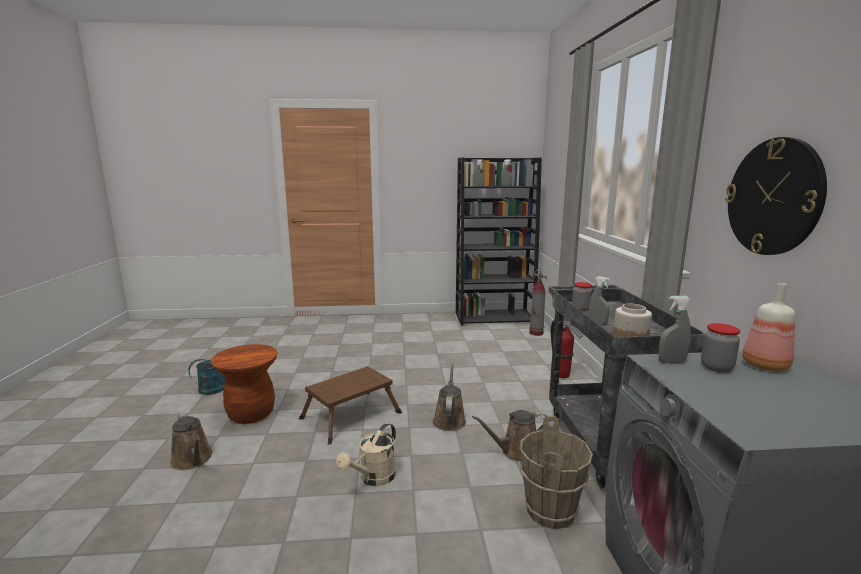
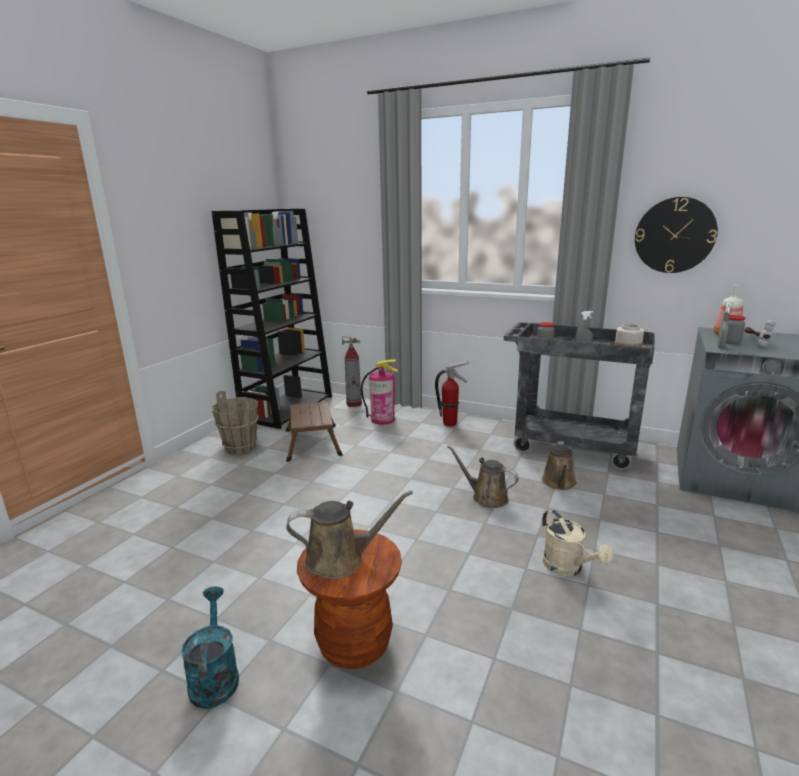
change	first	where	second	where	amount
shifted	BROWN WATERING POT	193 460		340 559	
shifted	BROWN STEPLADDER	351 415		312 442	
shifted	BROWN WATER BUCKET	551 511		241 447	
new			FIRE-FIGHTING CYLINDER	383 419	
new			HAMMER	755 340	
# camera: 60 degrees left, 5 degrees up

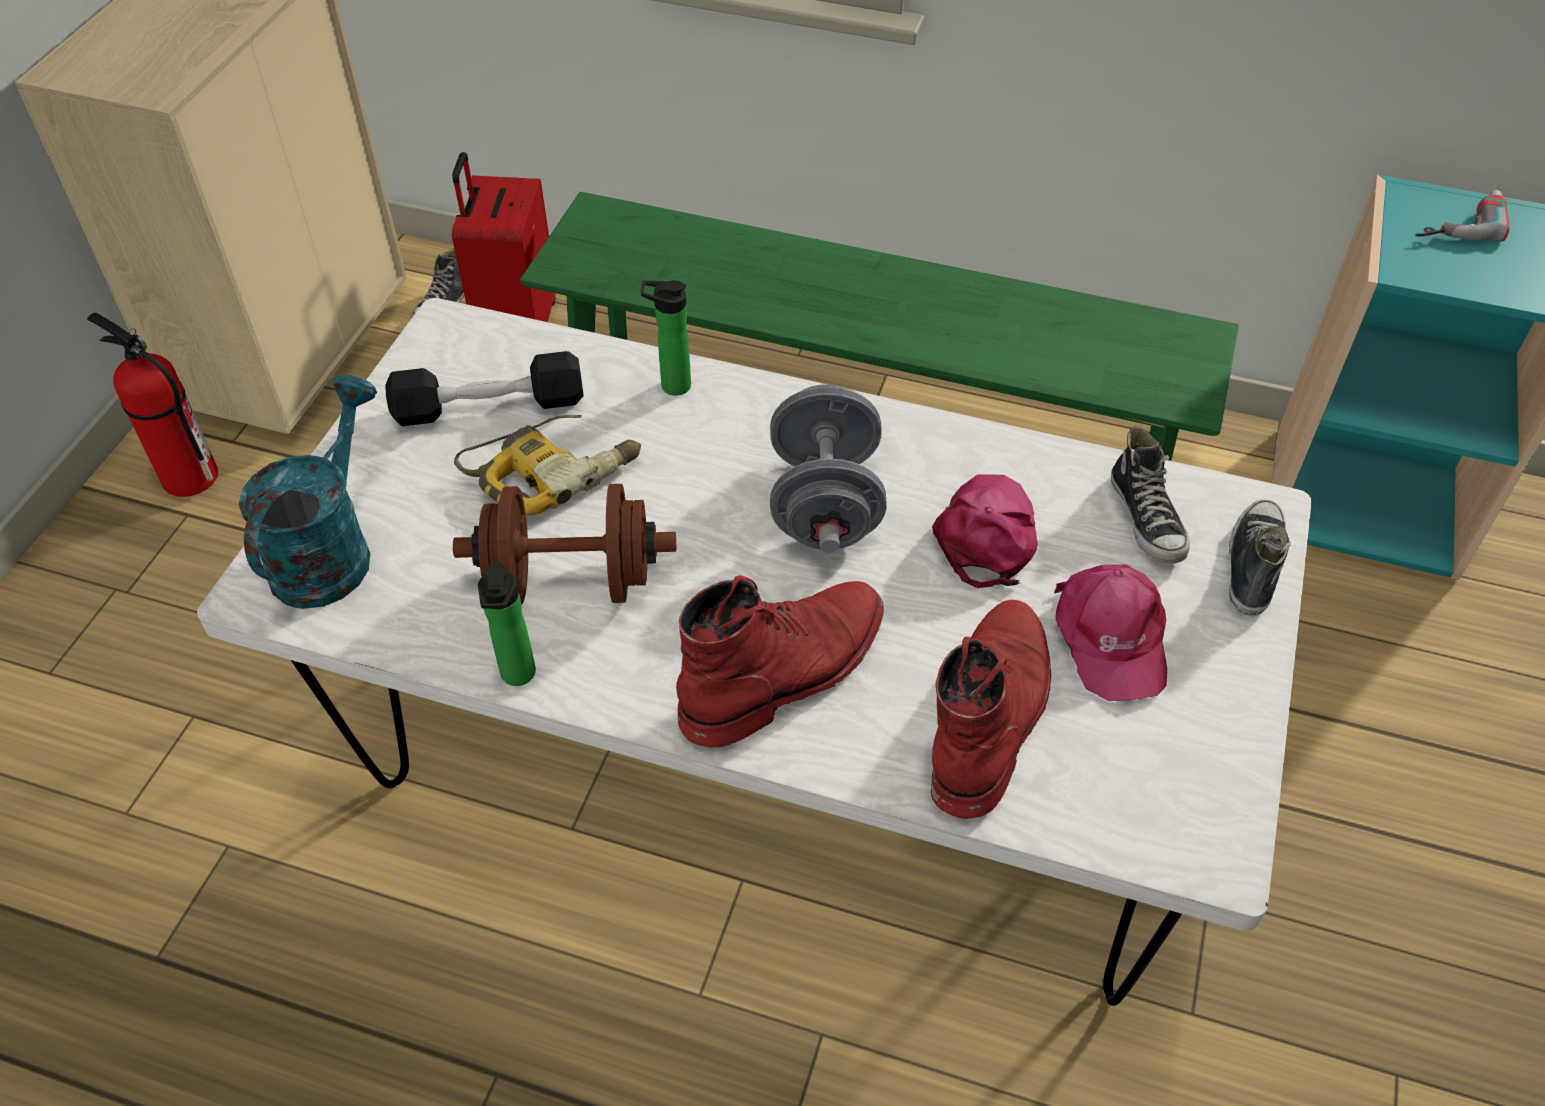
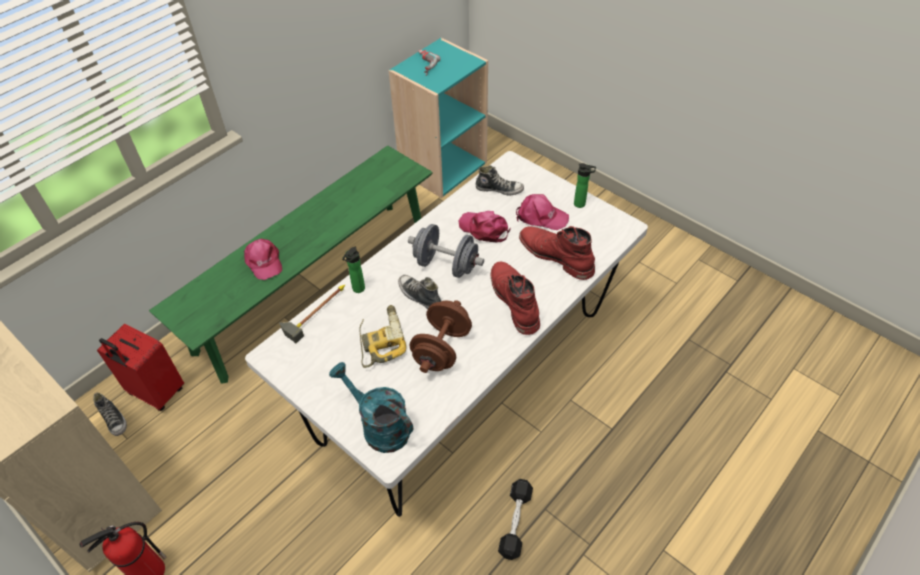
change	first	where	second	where	amount
shifted	BLACKISH DUMBBELL	489 406		515 522	
shifted	DRINK BOTTLE	517 677		581 204	
shifted	LOW SHOE	1252 564		419 296	
new			PINKISH BASEBALL CAP	263 262	
new			HAMMER	315 310	
# camera: 65 degrees left, 0 degrees up

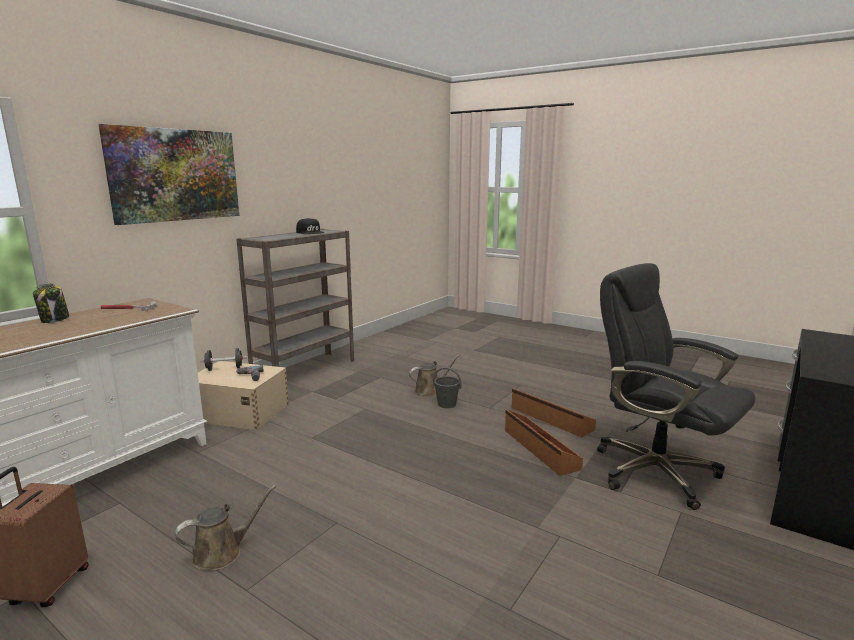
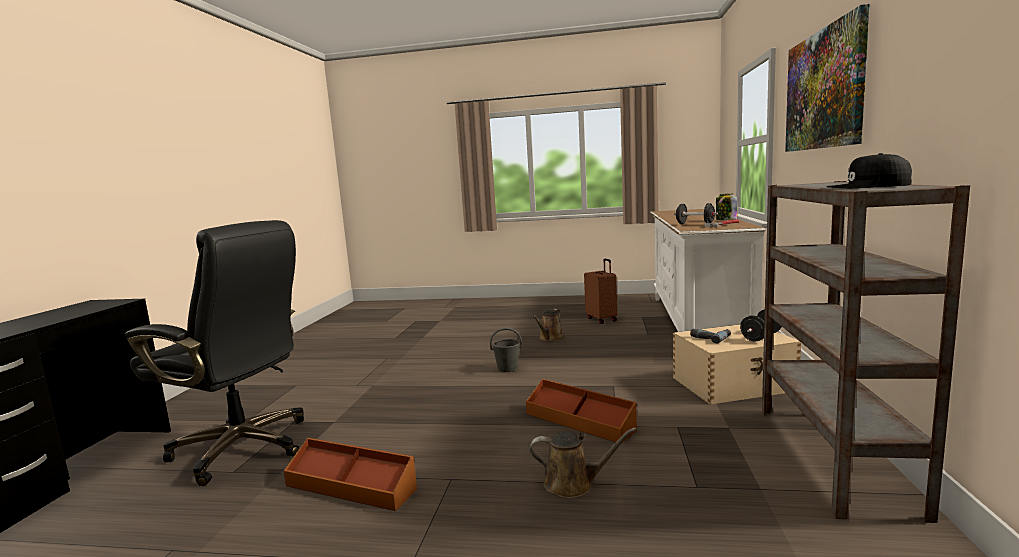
change	first	where	second	where	amount
rotated	BROWN WATERING POT	430 390		573 484	120 degrees counterclockwise
shifted	GREY WATER BUCKET	446 404		508 368	
shifted	BROWN STORAGE BIN	539 449		579 421	
new			BLACKISH DUMBBELL	695 224	
# camera: 155 degrees right, 5 degrees down

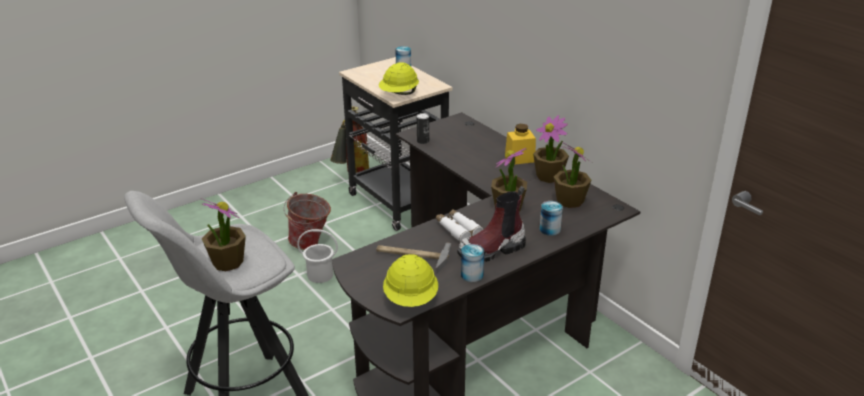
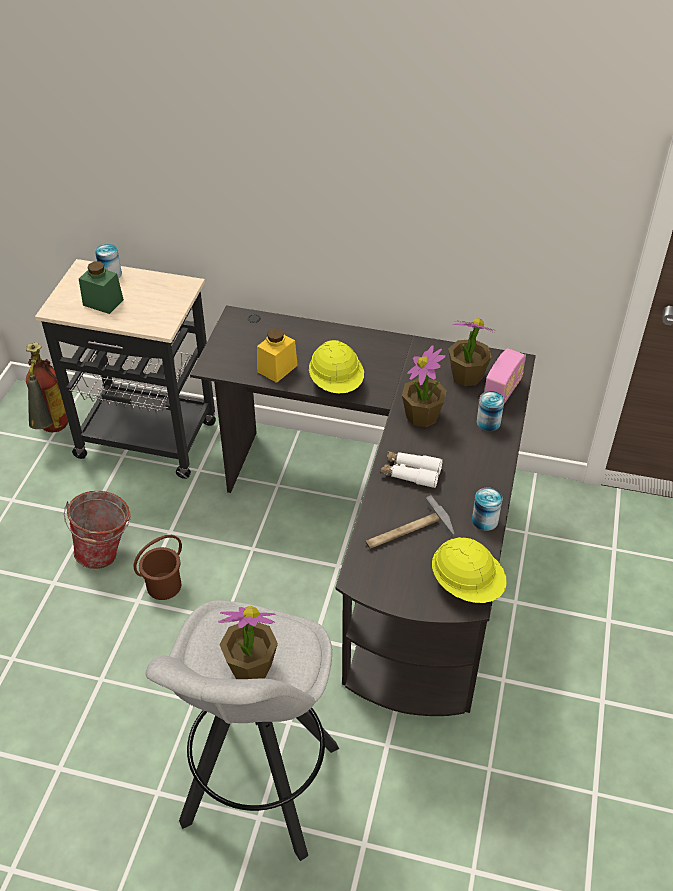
change	first	where	second	where	amount
repainted	WHITE-COLOURED WATER BUCKET	320 275	BROWN WATER BUCKET	164 586	
shifted	YELLOW-COLOURED WORK HELMET	399 94		336 383	
gone	METAL CAN	423 141			
gone	TALL BOOT	492 249			
shifted	YELLOW-COLOURED PRESERVE JAR	520 158		277 368	
gone	POTTED PLANT	549 176			
new			GREENISH PRESERVE JAR	103 302	
new			RADIO RECEIVER	502 391	
# camera: 40 degrees left, 15 degrees up

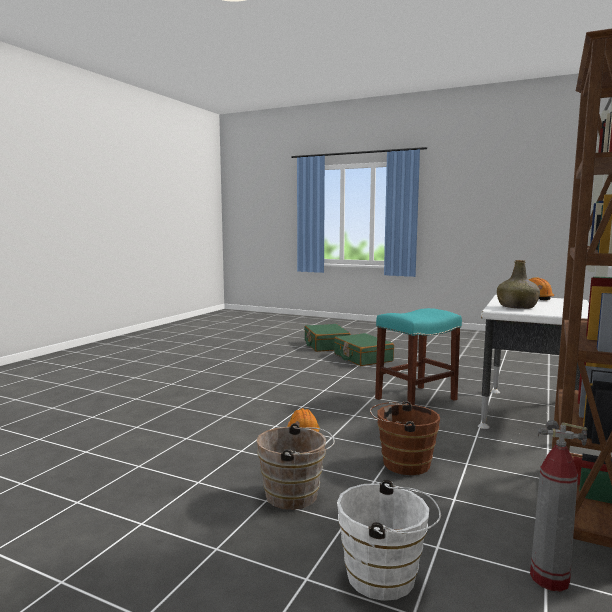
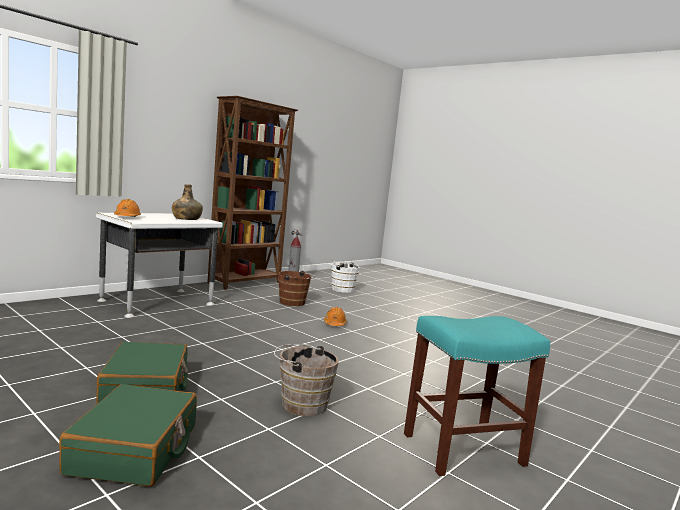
change	first	where	second	where	amount
shifted	BROWN WATER BUCKET	296 496		301 404	
shifted	TURQUOISE STOOL SEAT	416 399		462 450	
# camera: 165 degrees left, 0 degrees up

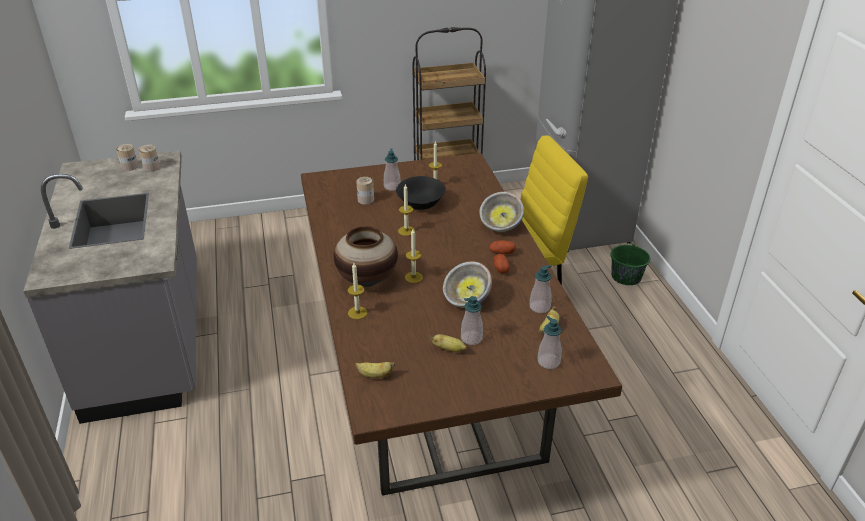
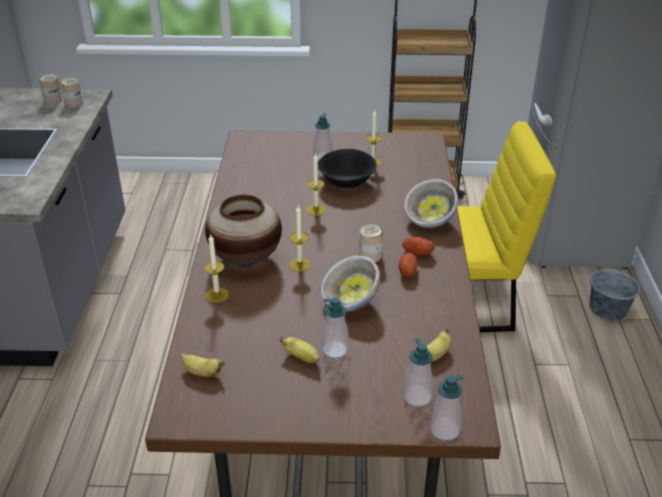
change	first	where	second	where	amount
shifted	METAL CAN	365 200		370 255	
shifted	SOAP DISPENSER	539 307		444 430	
repainted	GREENISH WATER BUCKET	626 277	GREY WATER BUCKET	607 309	
# camera: 15 degrees right, 0 degrees up

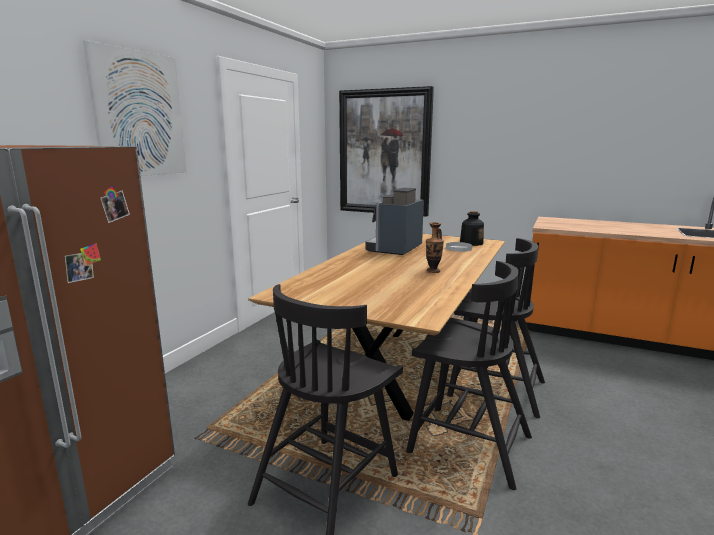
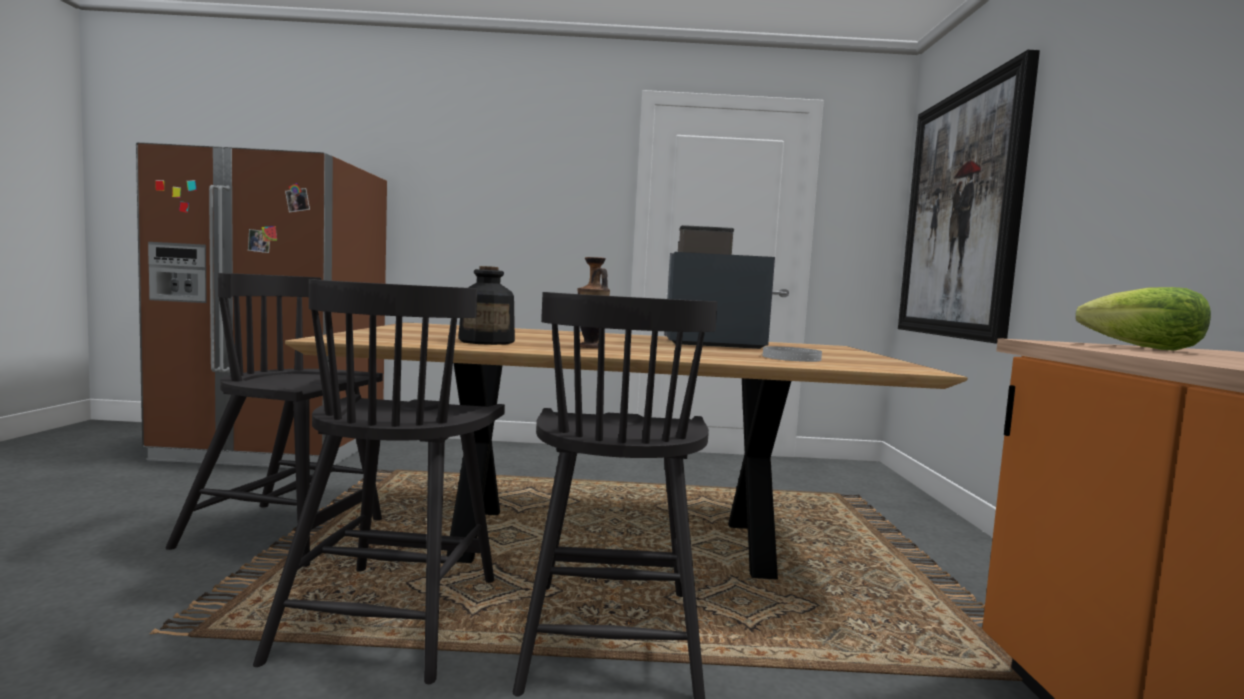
change	first	where	second	where	amount
gone	WALL ART	140 114			
shifted	DRINK BOTTLE	471 243		487 342	
new			HEAD OF LETTUCE	1142 348	
# camera: 65 degrees right, 10 degrees down

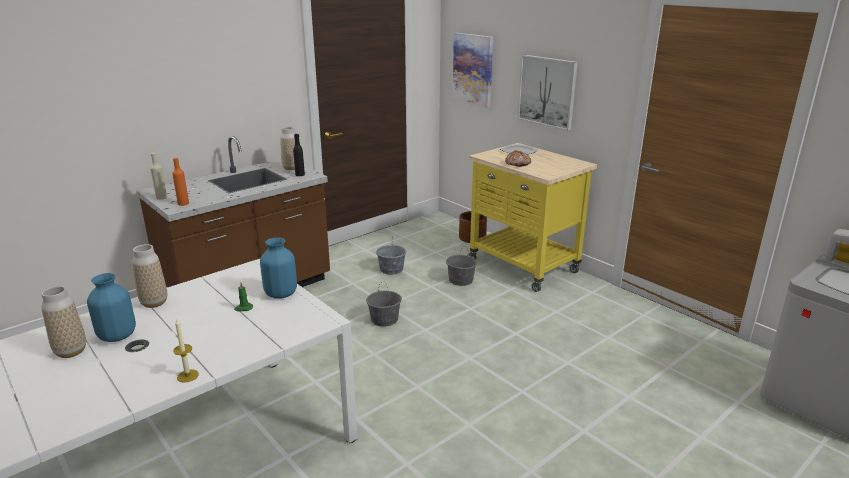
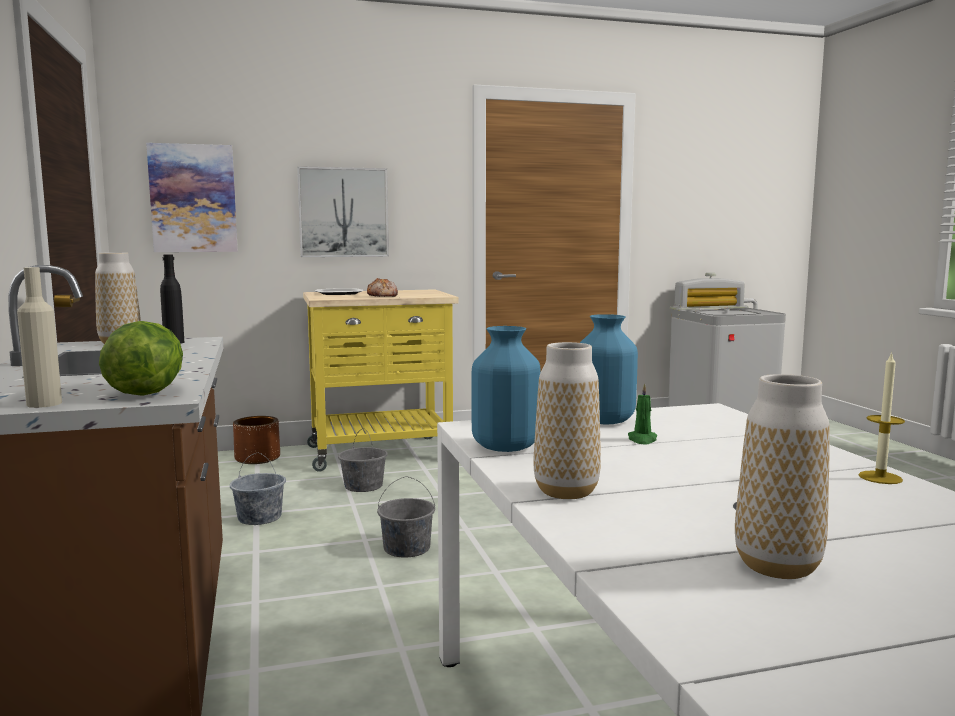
change	first	where	second	where	amount
shifted	BLUISH VASE	117 335		504 447	
swapped	ORANGE DRINK BOTTLE	183 203	HEAD OF LETTUCE	146 392	
# camera: 65 degrees left, 15 degrees down

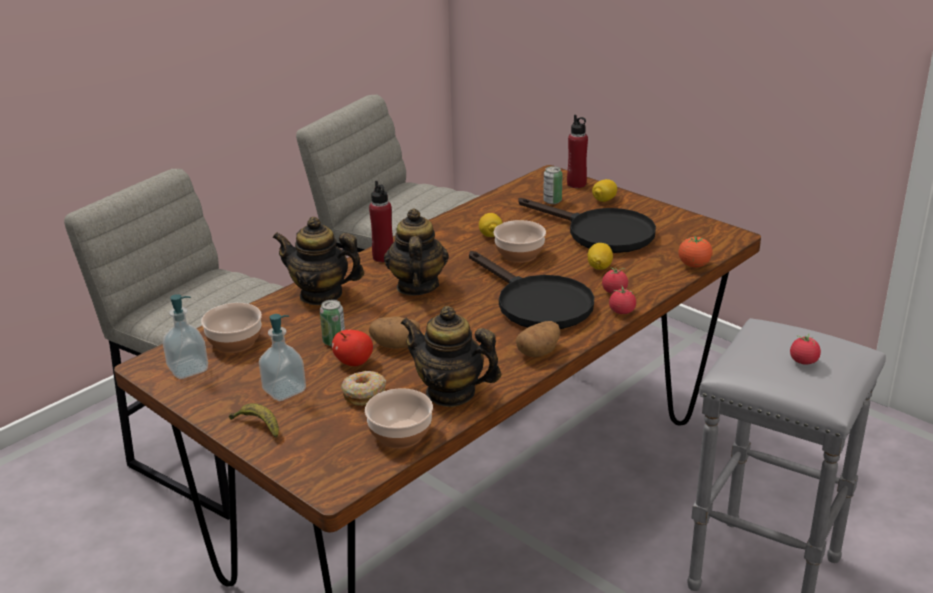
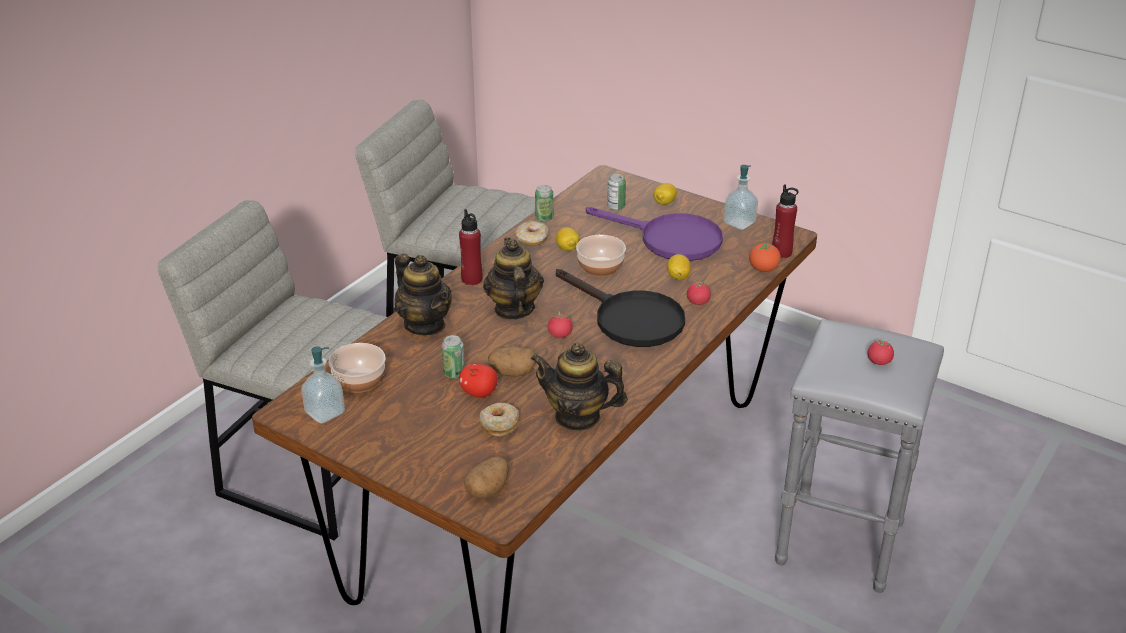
change	first	where	second	where	amount
gone	BANANA FRUIT	258 426			
shifted	SOAP DISPENSER	284 390		739 223	
rotated	TEAPOT	321 295		425 324	135 degrees counterclockwise
gone	SERVING BOWL	401 435			
shifted	WHOLE POTATO	539 352		488 489	
repainted	BLACKISH PAN	600 233	PURPLE-COLOURED PAN	669 240	
shifted	REDDISH DRINK BOTTLE	576 184		781 253	
shifted	WHOLE TOMATO	622 311		560 334	
new			RING DOUGHNUT	532 239	
new			METAL CAN	544 218	
# camera: 10 degrees left, 5 degrees up

